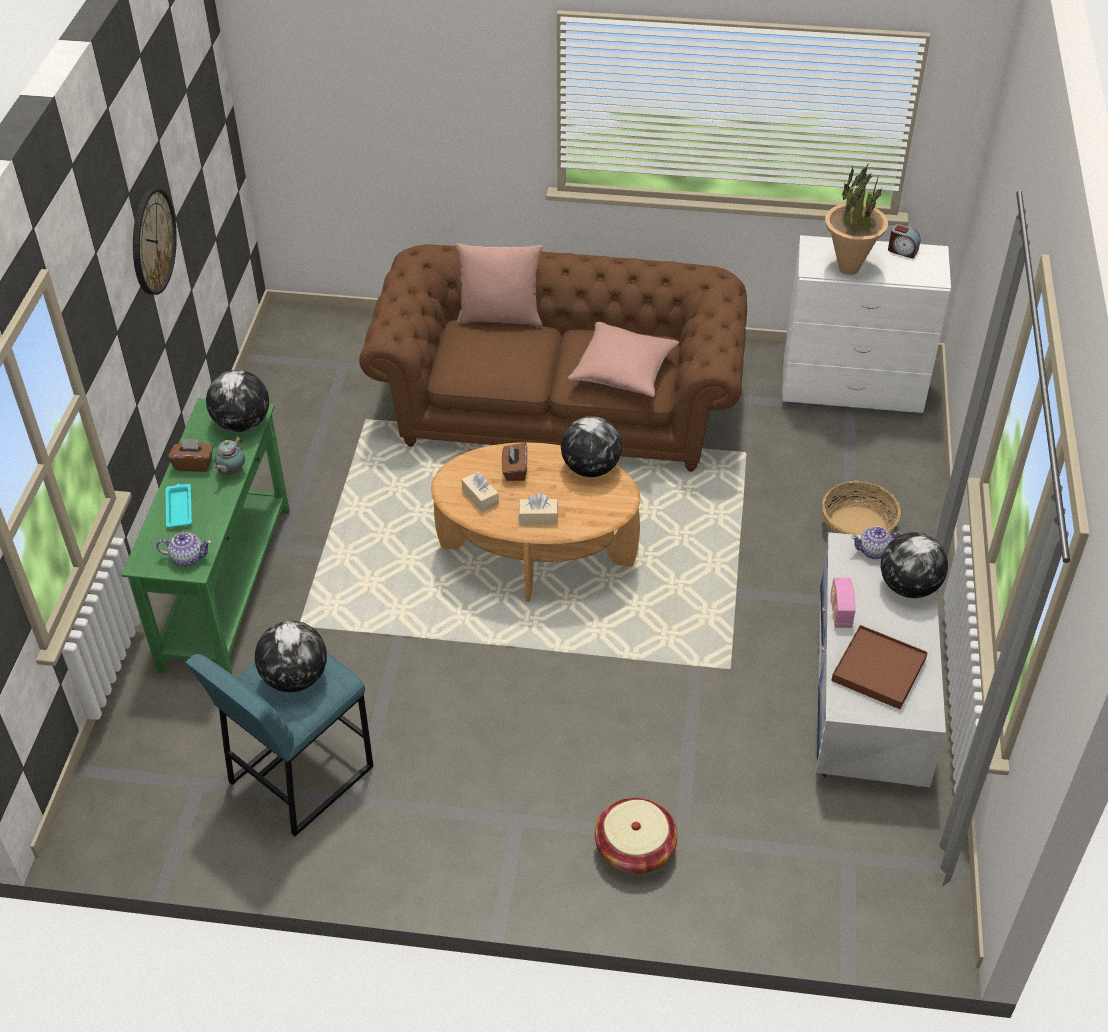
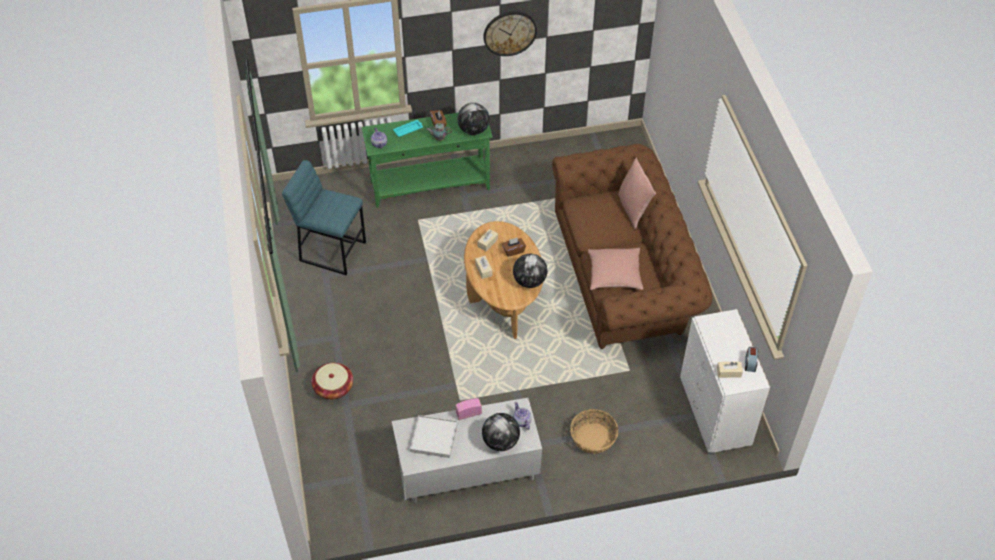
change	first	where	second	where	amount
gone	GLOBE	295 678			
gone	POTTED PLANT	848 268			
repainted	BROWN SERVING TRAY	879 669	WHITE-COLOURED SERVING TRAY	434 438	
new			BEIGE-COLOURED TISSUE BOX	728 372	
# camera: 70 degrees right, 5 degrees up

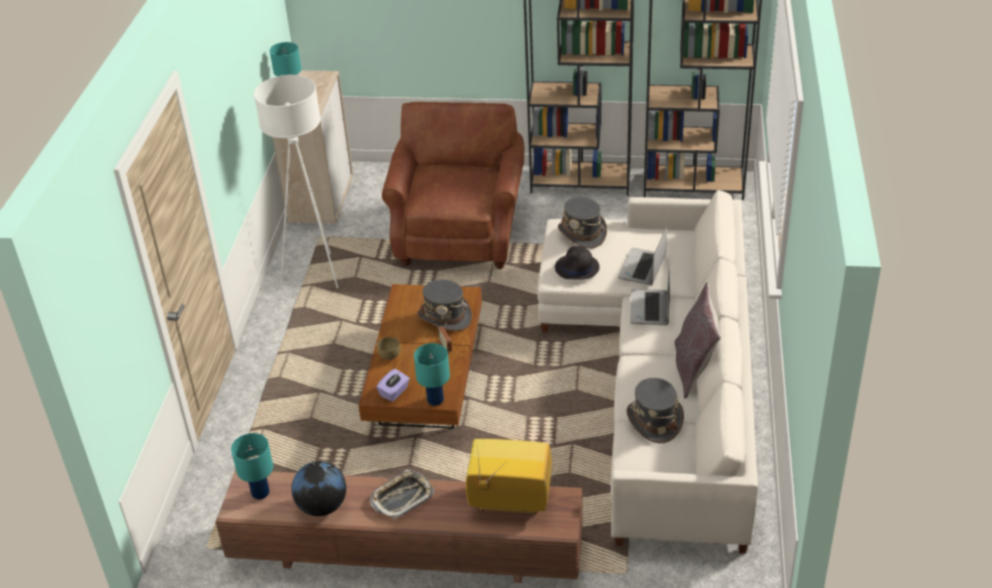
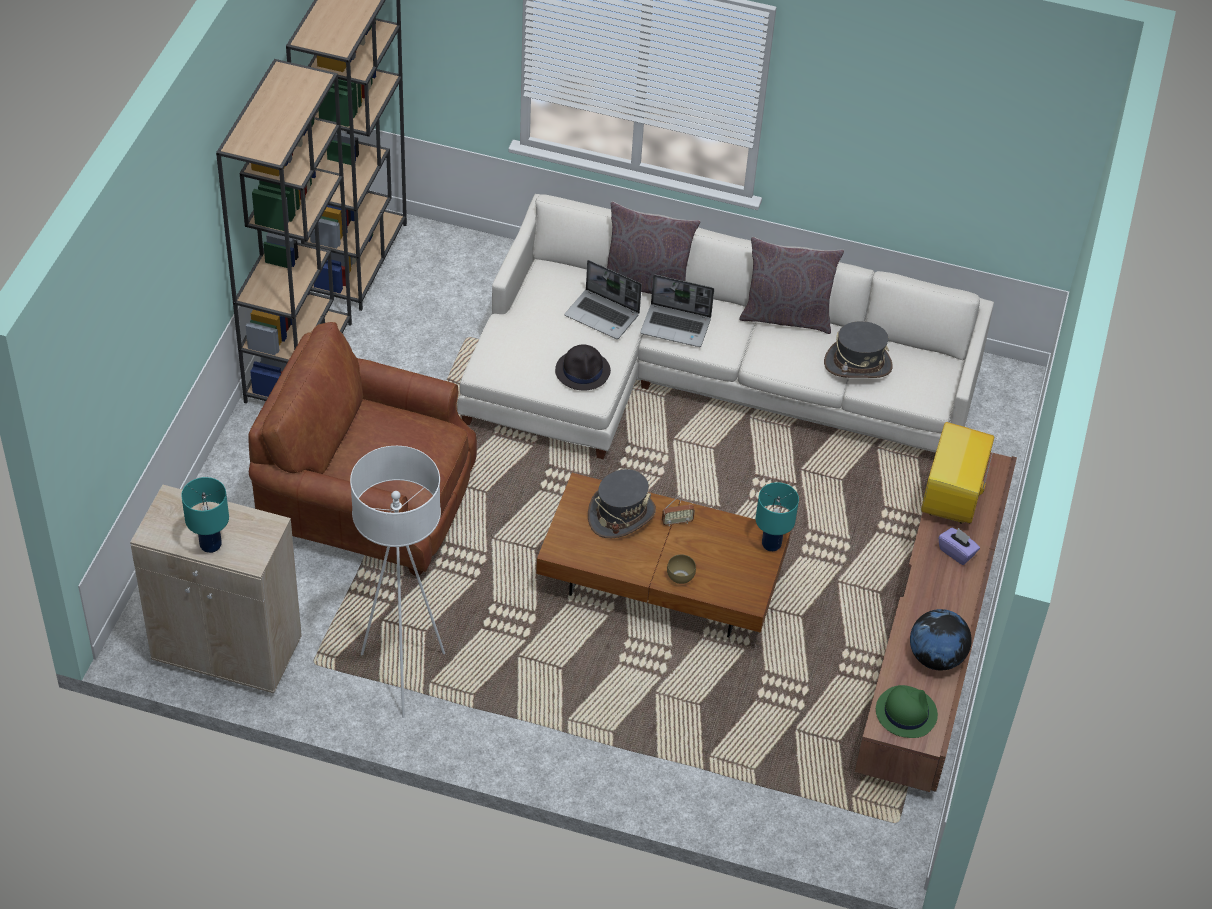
change	first	where	second	where	amount
swapped	TURQUOISE LAMP FOR A TABLE	261 493	GREENISH CLOTHING HAT	905 712	
gone	SERVING TRAY	402 497			
shifted	PURPLE-COLOURED TISSUE BOX	394 392		957 552	
gone	GREY CLOTHING HAT	582 233			
new			GREY CUSHION	646 283	
# camera: 85 degrees left, 10 degrees up

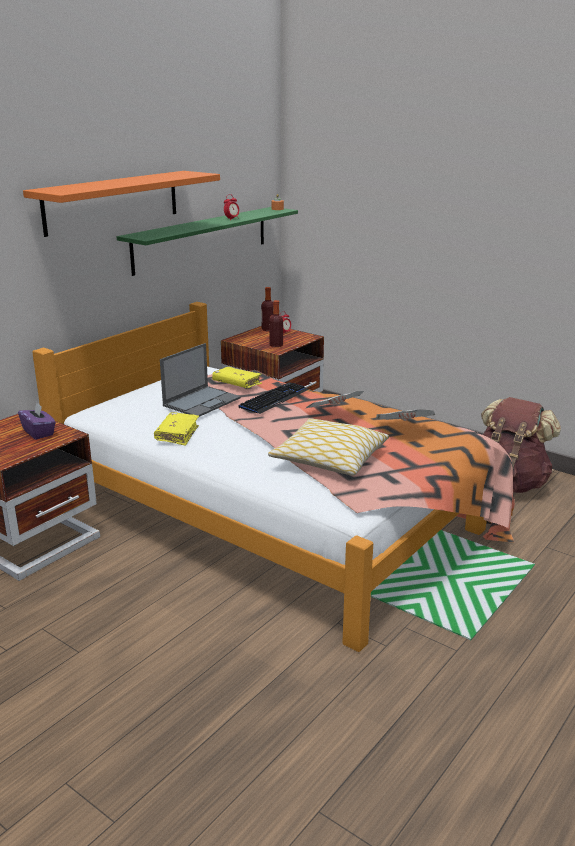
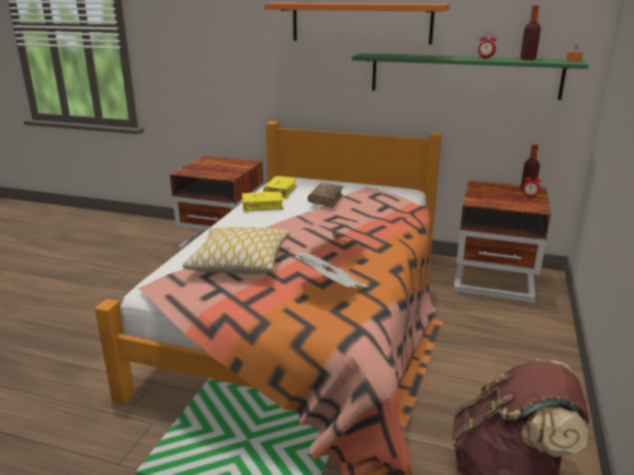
change	first	where	second	where	amount
gone	PURPLE-COLOURED TISSUE BOX	39 432			
swapped	NOTEBOOK COMPUTER	202 401	BROWN BOOK	326 200	
shifted	YELLOW-COLOURED BOOK	237 383		280 191	
gone	COMPUTER KEYBOARD	274 399			
shifted	DRINK BOTTLE	276 345		528 59	
# camera: 70 degrees right, 0 degrees up

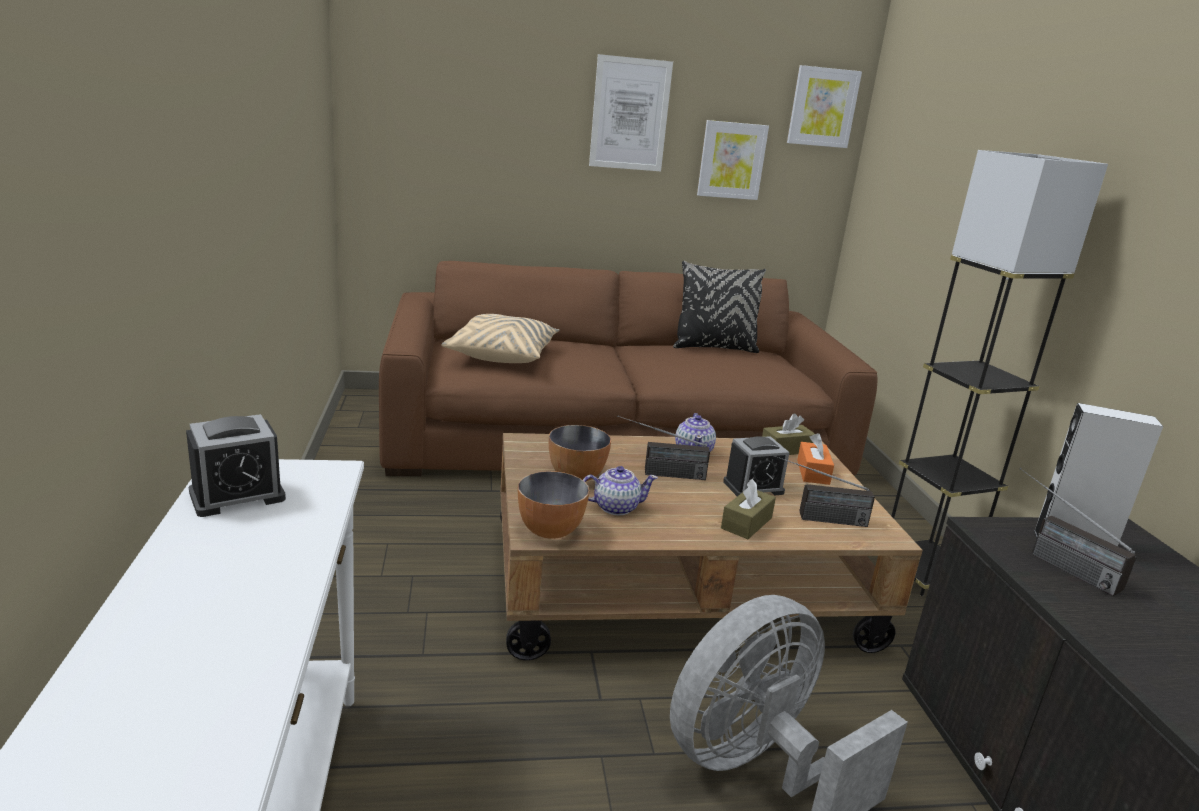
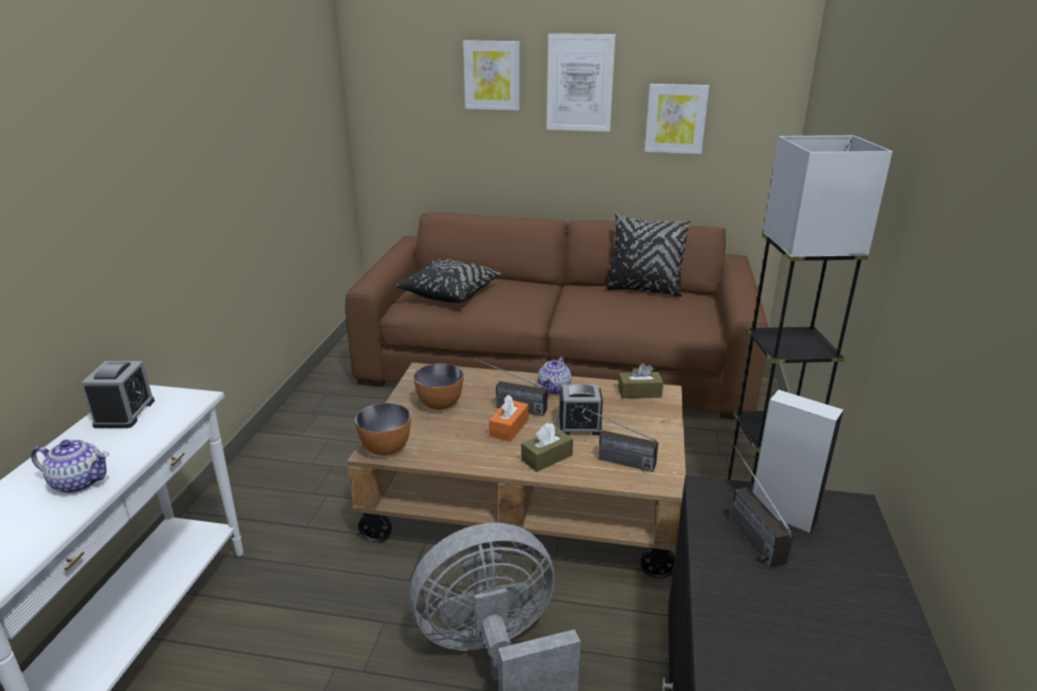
change	first	where	second	where	amount
rotated	BEDSIDE CLOCK	237 496		124 413	75 degrees counterclockwise
repainted	BEIGE-COLOURED CUSHION	502 354	BLACKISH CUSHION	450 293	
shifted	TEAPOT	615 507		79 482	
shifted	WALL ART	822 107		492 75	
shifted	ORANGE TISSUE BOX	813 472		509 428	
# camera: 20 degrees right, 5 degrees up

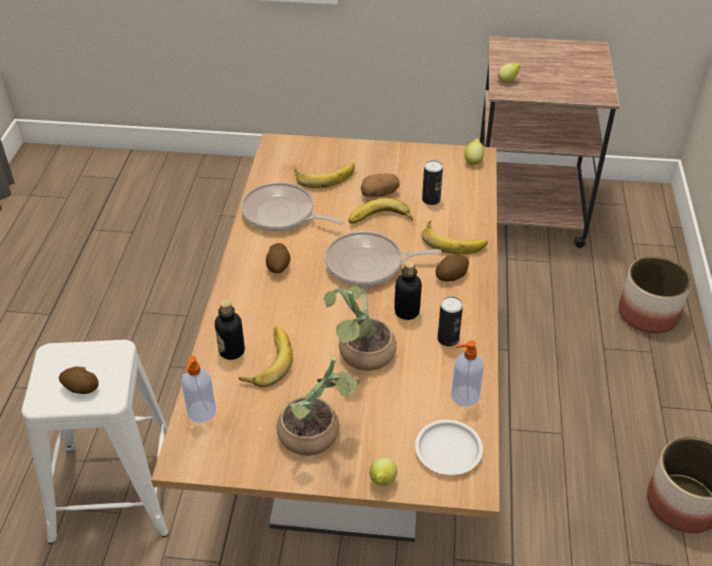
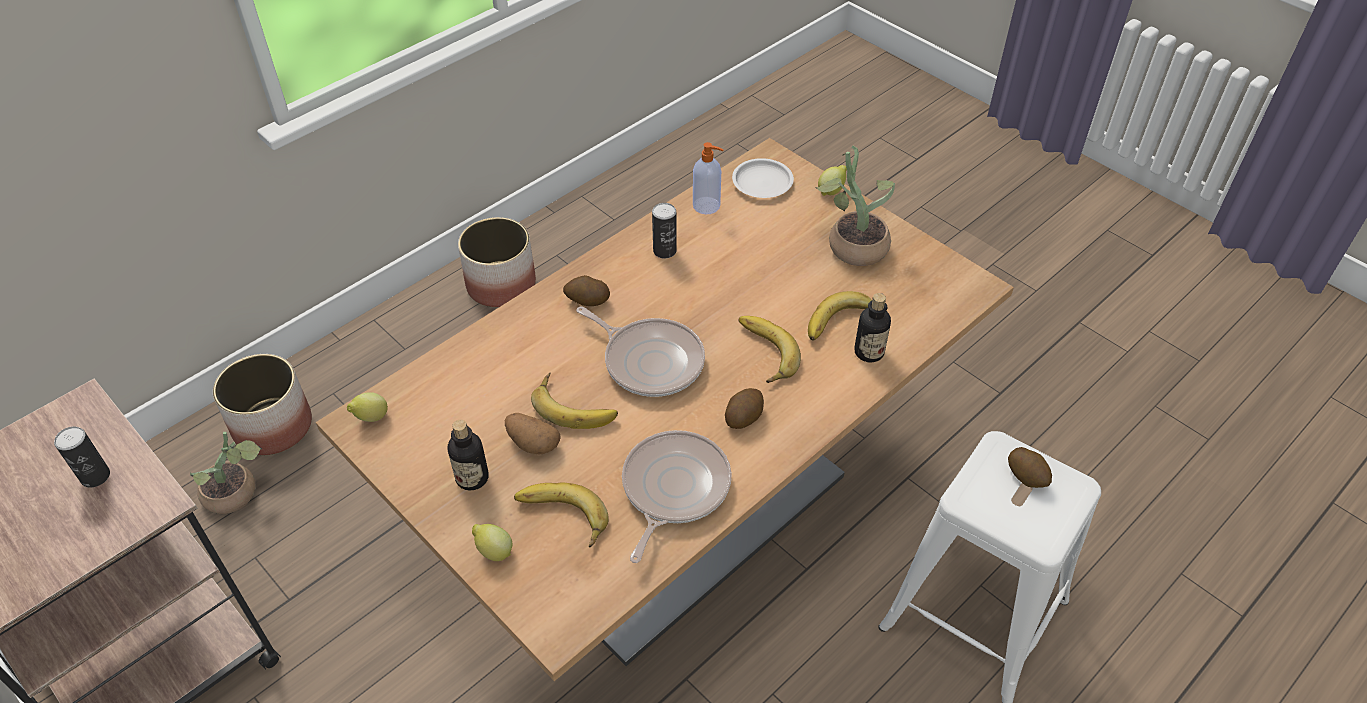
change	first	where	second	where	amount
gone	SOAP DISPENSER	201 412			
rotated	PAN	282 214		673 489	135 degrees counterclockwise
shifted	POTTED PLANT	361 356		237 494	
shifted	DRINK BOTTLE	407 312		472 478	
shifted	BANANA FRUIT	453 240		762 353	
shifted	METAL CAN	431 199		95 476	
shifted	WHOLE LEMON	508 81		493 551	
# camera: 140 degrees left, 5 degrees up

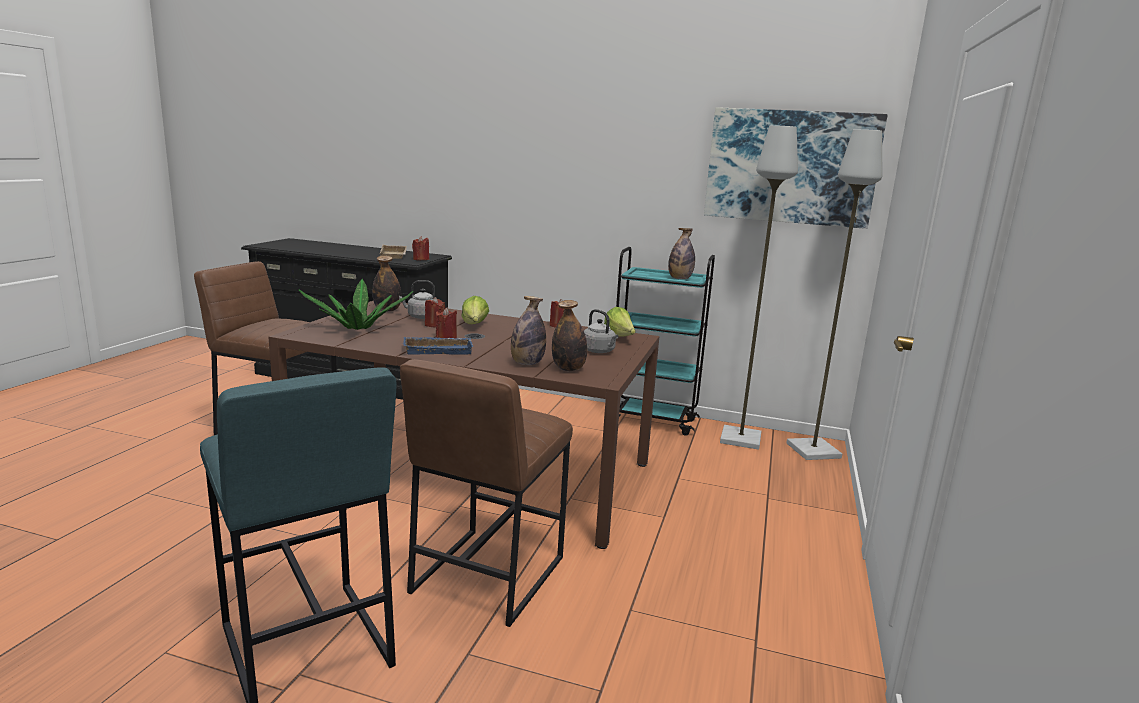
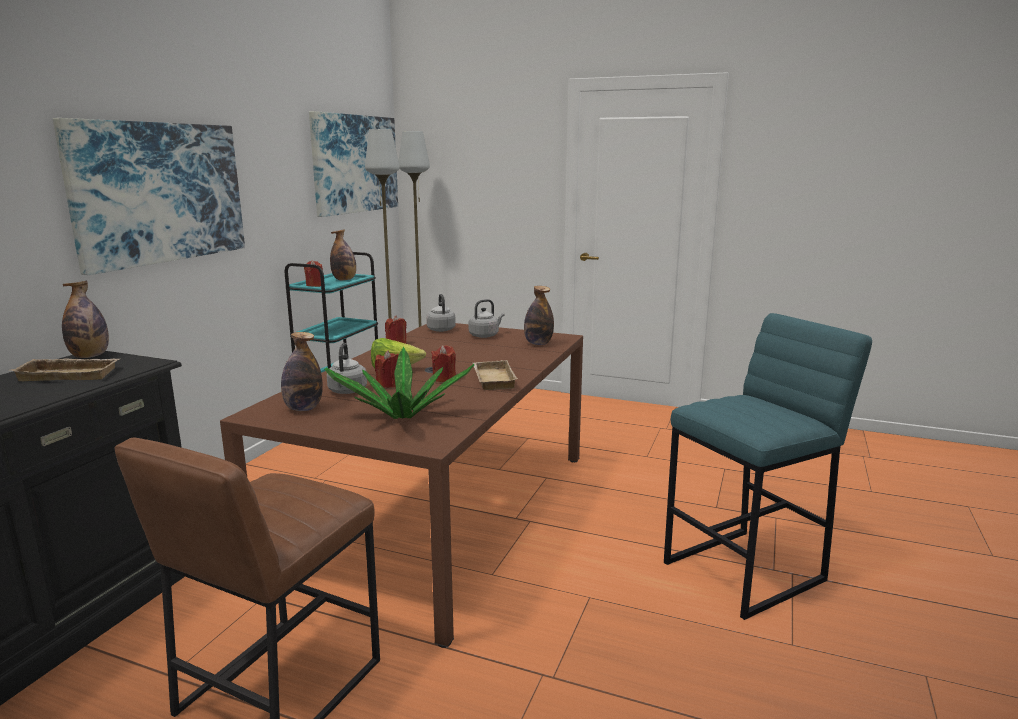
change	first	where	second	where	amount
gone	BROWN CHAIR	487 576			
repainted	BLUISH SERVING TRAY	439 350	BEIGE-COLOURED SERVING TRAY	492 379	
shifted	REDDISH WAX LIGHT	421 259		315 285	
shifted	DRINK BOTTLE	527 364		90 356	
swapped	HEAD OF LETTUCE	620 338	GREY WATER KETTLE	441 329	
new			WALL ART	159 192	
# camera: 85 degrees left, 0 degrees up

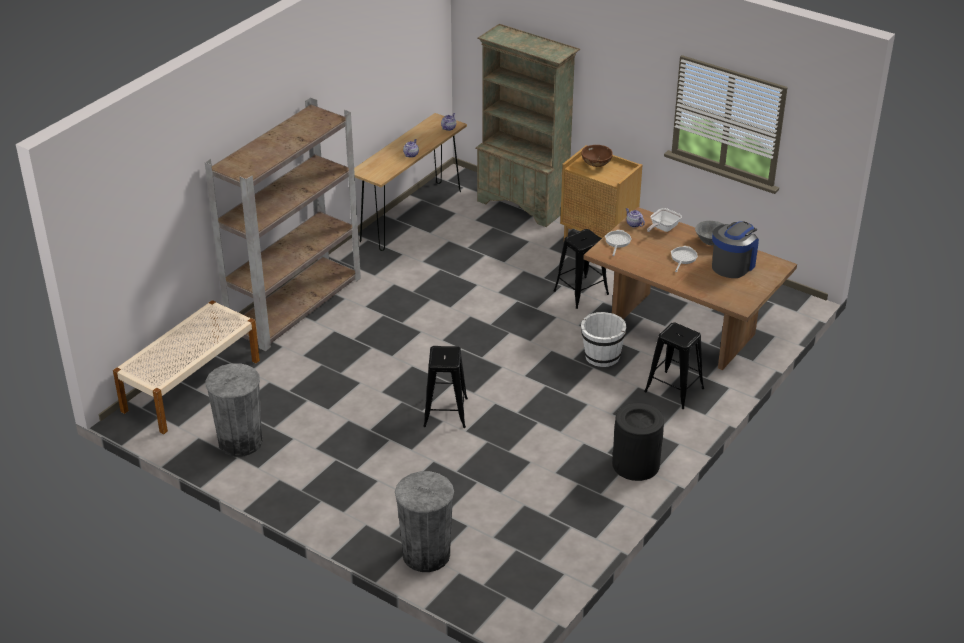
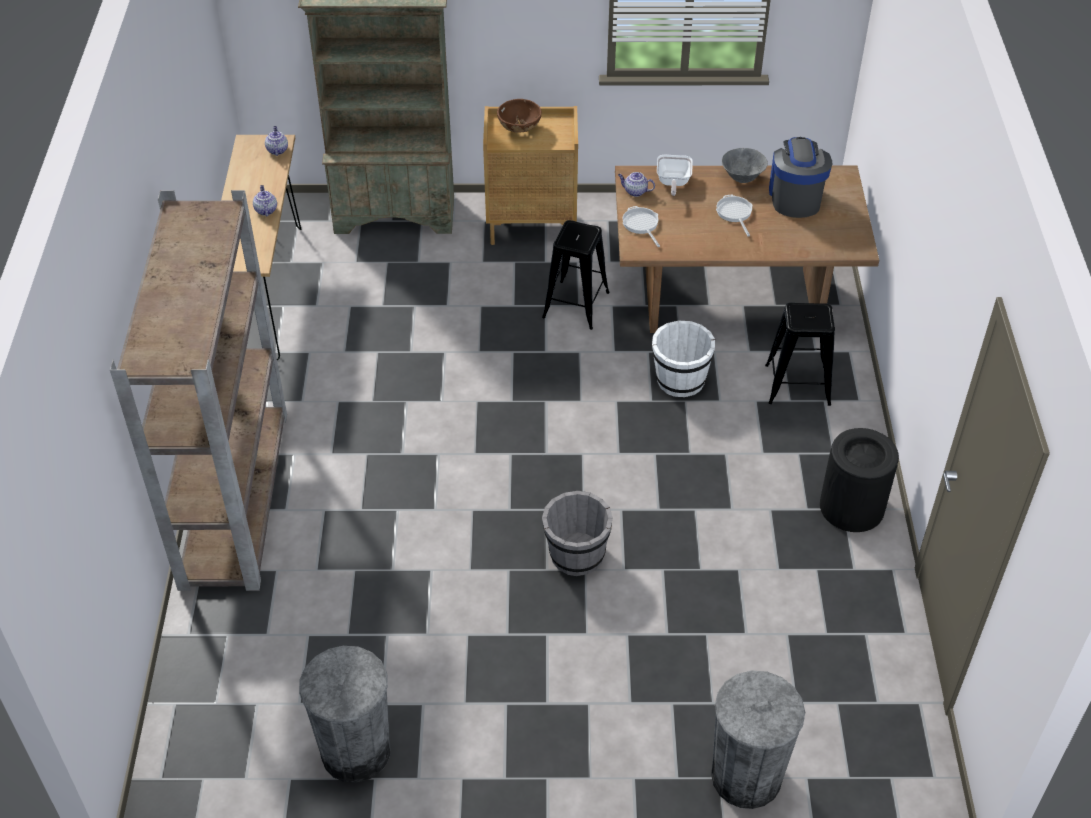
change	first	where	second	where	amount
gone	BEIGE-COLOURED INDOOR BENCH	191 385			
swapped	BLACKISH STOOL SEAT	445 412	GREY WATER BUCKET	576 555	
# camera: 35 degrees left, 10 degrees up

